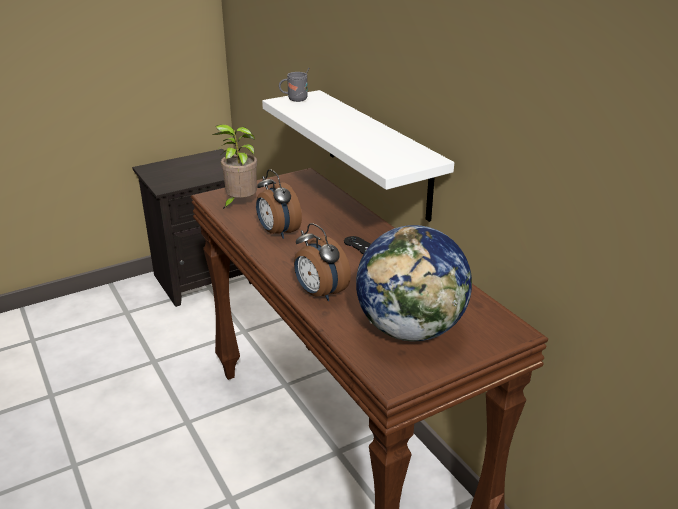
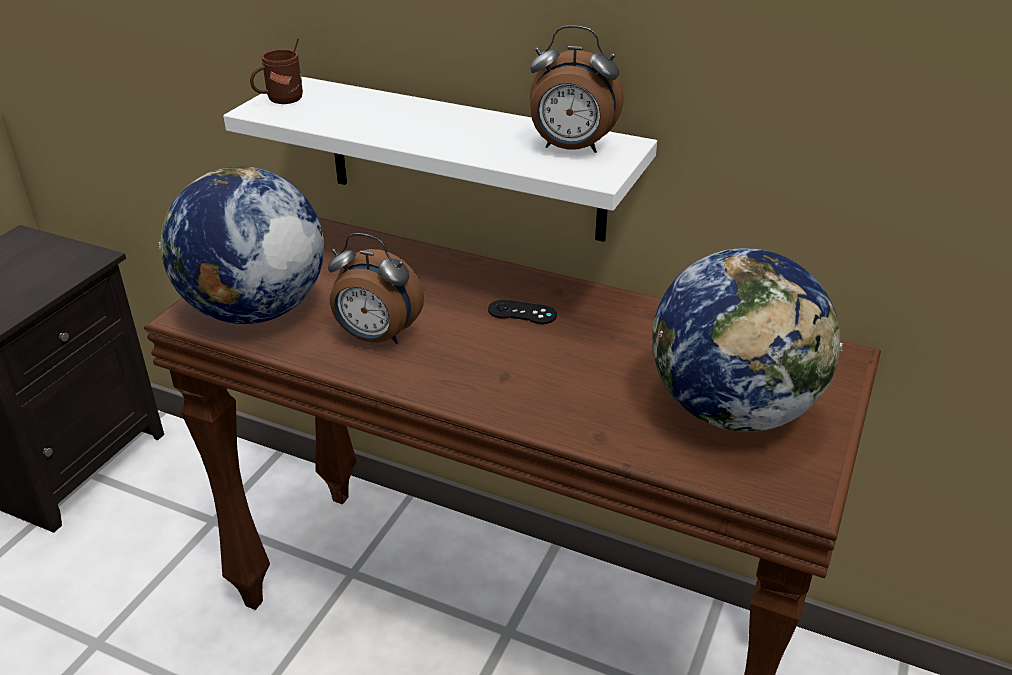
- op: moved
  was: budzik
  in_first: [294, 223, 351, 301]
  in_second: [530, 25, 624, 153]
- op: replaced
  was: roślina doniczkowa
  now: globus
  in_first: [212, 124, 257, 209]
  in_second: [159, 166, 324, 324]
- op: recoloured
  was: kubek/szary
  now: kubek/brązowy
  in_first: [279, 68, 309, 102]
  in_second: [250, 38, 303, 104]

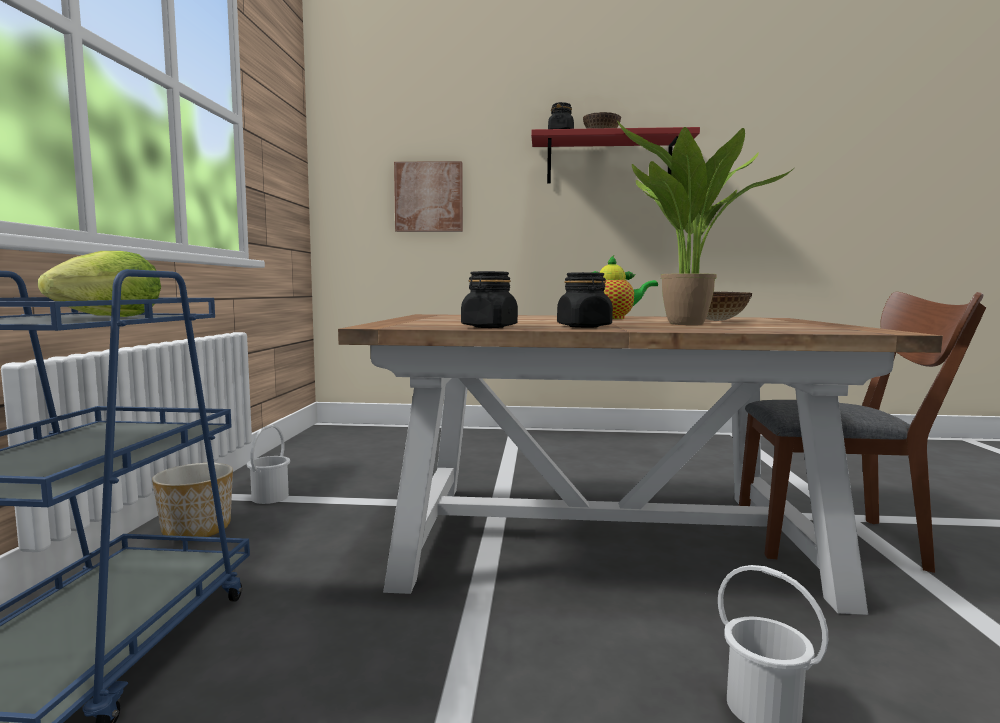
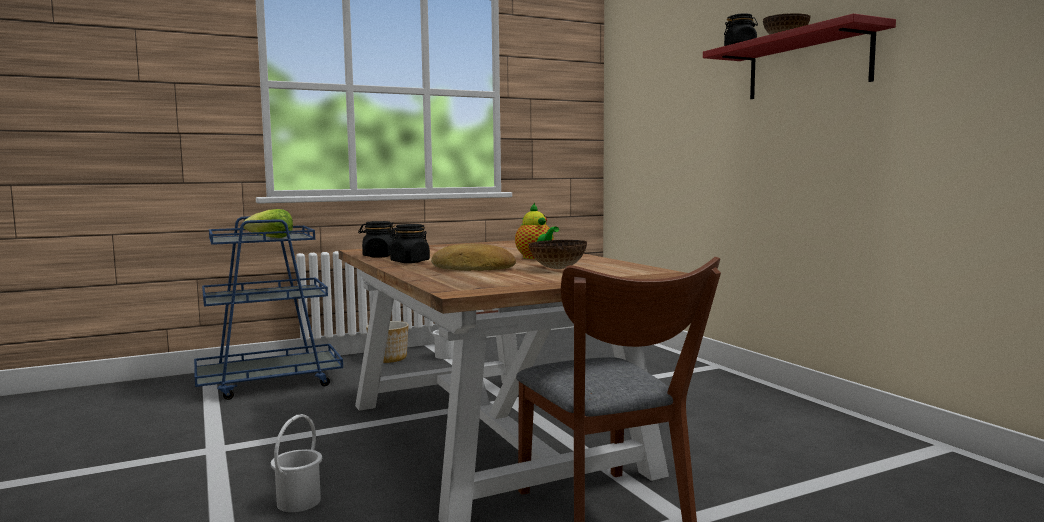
- op: removed
  was: obraz
  in_first: [394, 161, 463, 232]
- op: replaced
  was: roślina doniczkowa
  now: chleb
  in_first: [617, 121, 793, 325]
  in_second: [431, 244, 516, 271]

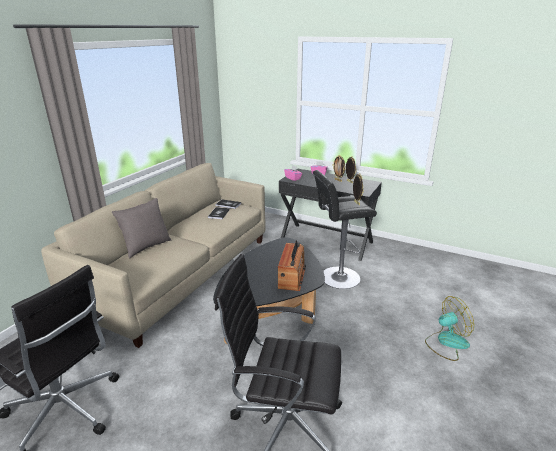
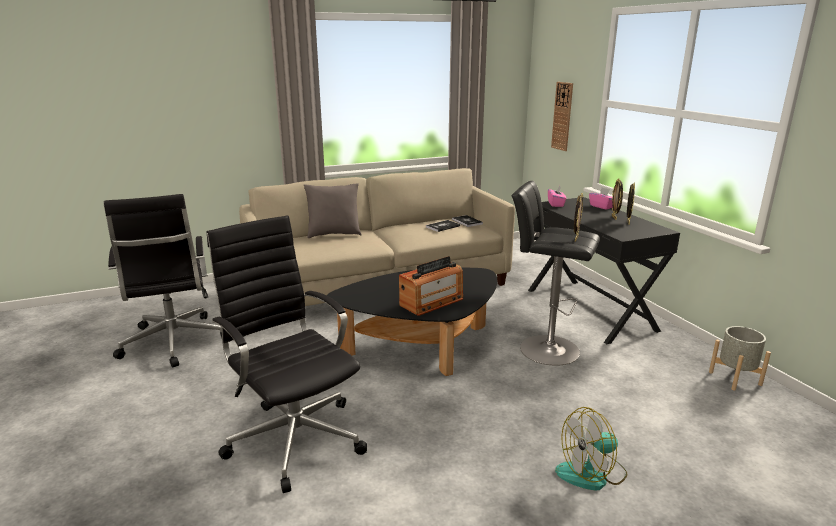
- op: added
  now: zegar ścienny
  in_second: [551, 82, 573, 151]
- op: added
  now: donica/szary
  in_second: [709, 326, 771, 390]
- op: turned
  was: wentylator
  in_first: [425, 296, 474, 361]
  in_second: [555, 407, 627, 490]
  clockwise: 135

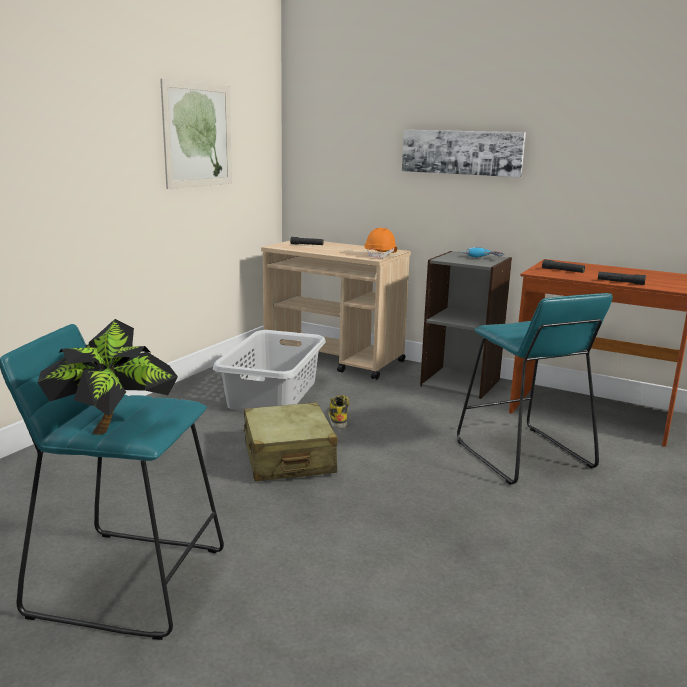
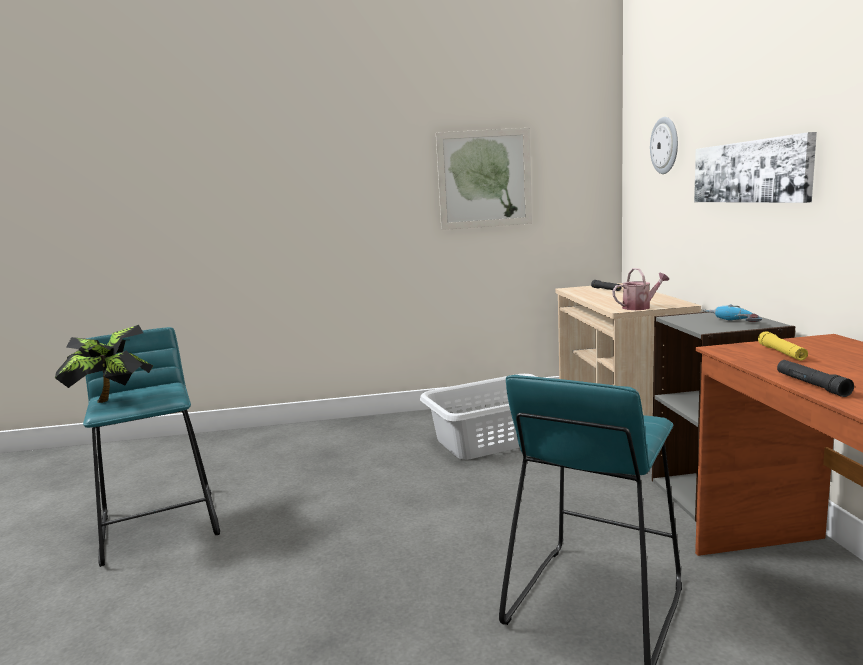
- op: removed
  was: walizka/beżowy
  in_first: [243, 402, 337, 481]
- op: removed
  was: but z cholewką
  in_first: [328, 395, 350, 428]
- op: added
  now: zegar ścienny
  in_second: [650, 117, 678, 174]
- op: replaced
  was: kask/pomarańczowy
  now: konewka
  in_first: [364, 228, 397, 259]
  in_second: [612, 268, 670, 310]
- op: recoloured
  was: latarka/czarny
  now: latarka/żółty
  in_first: [542, 259, 585, 273]
  in_second: [758, 331, 808, 361]

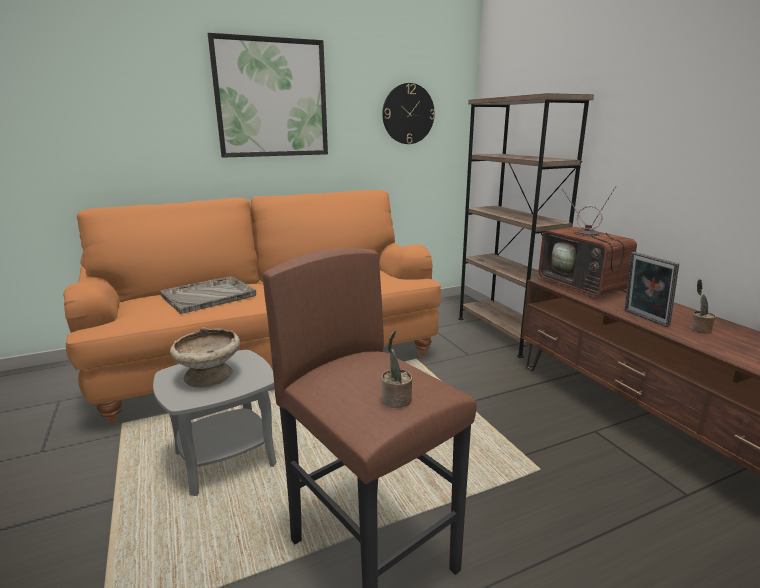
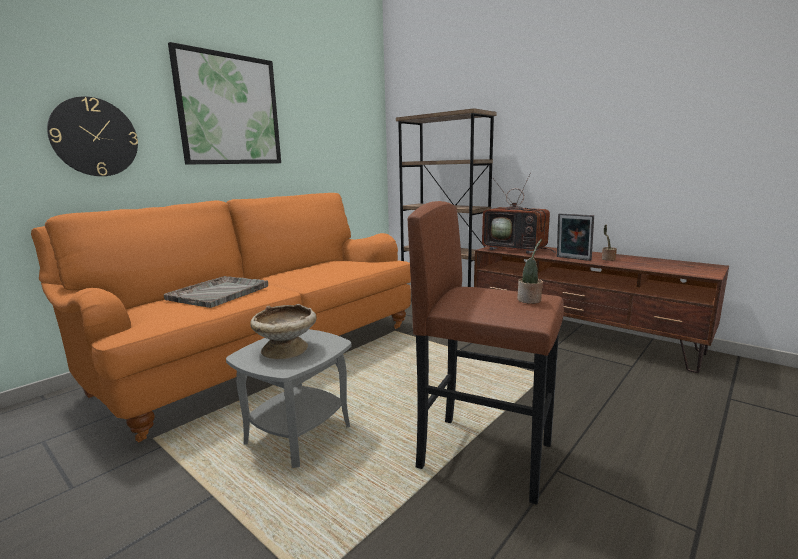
- op: moved
  was: zegar ścienny
  in_first: [382, 83, 435, 144]
  in_second: [47, 96, 138, 176]

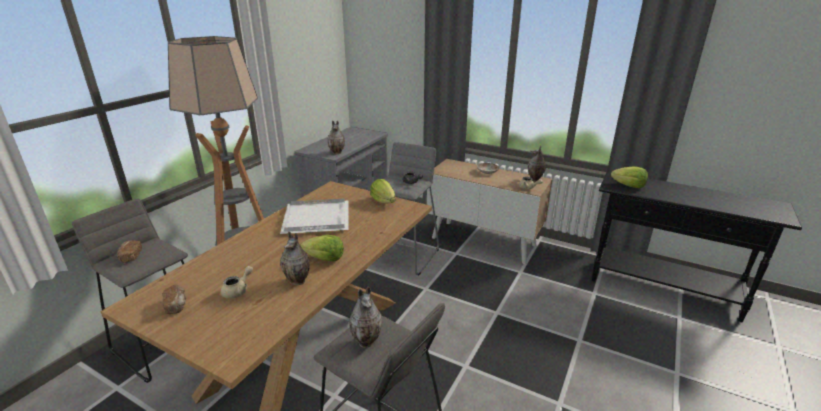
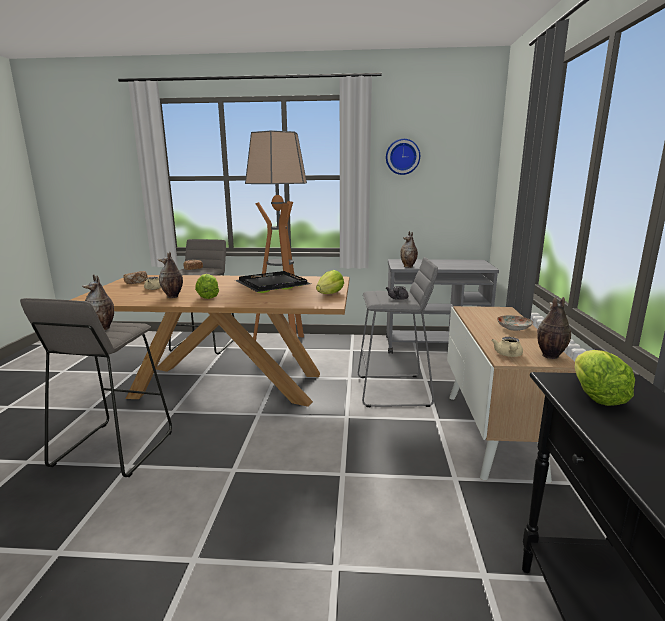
- op: added
  now: zegar ścienny
  in_second: [386, 139, 420, 175]
- op: recoloured
  was: taca/biały
  now: taca/czarny
  in_first: [280, 199, 349, 234]
  in_second: [235, 271, 311, 293]

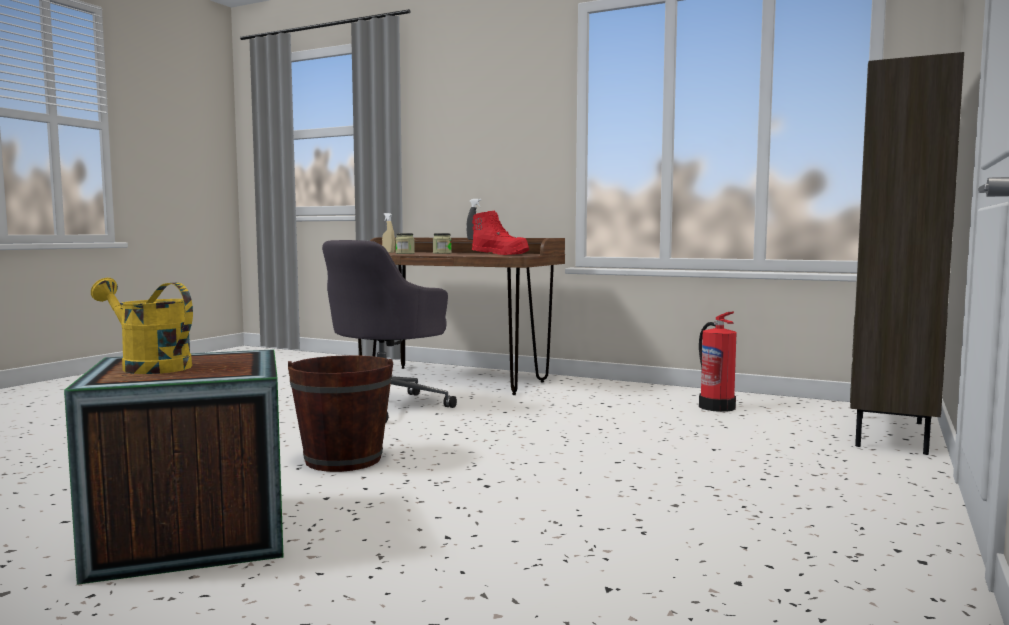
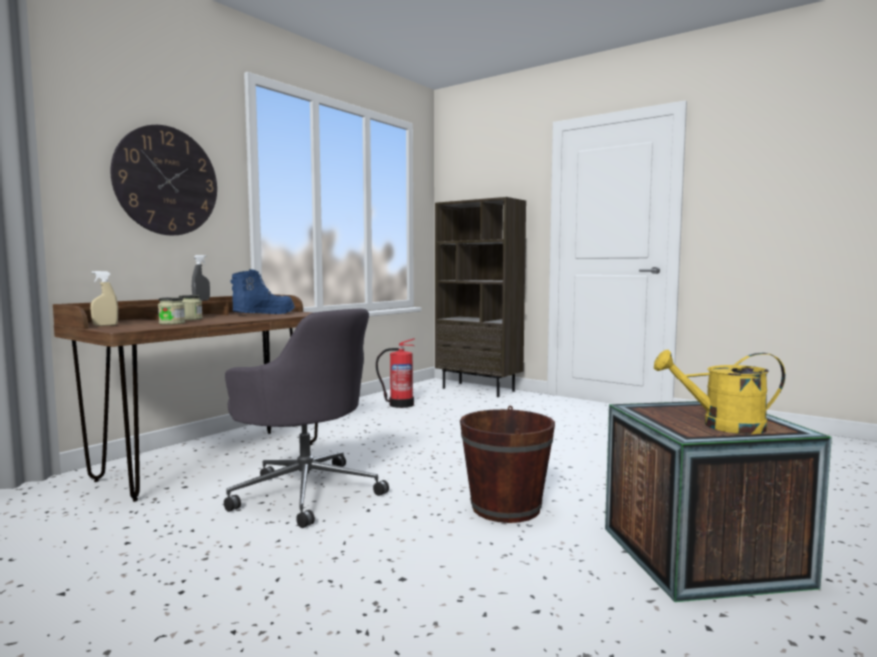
- op: added
  now: zegar ścienny
  in_second: [110, 125, 217, 235]
- op: recoloured
  was: but z cholewką/czerwony
  now: but z cholewką/niebieski
  in_first: [472, 211, 529, 255]
  in_second: [230, 269, 295, 314]
- op: turned
  was: konewka/żółty
  in_first: [91, 278, 193, 374]
  in_second: [654, 350, 785, 434]
  clockwise: 60

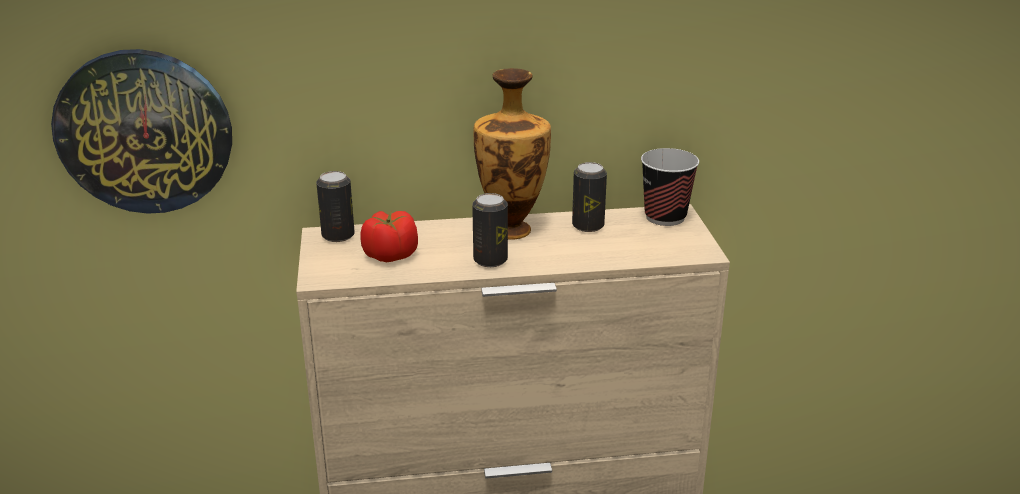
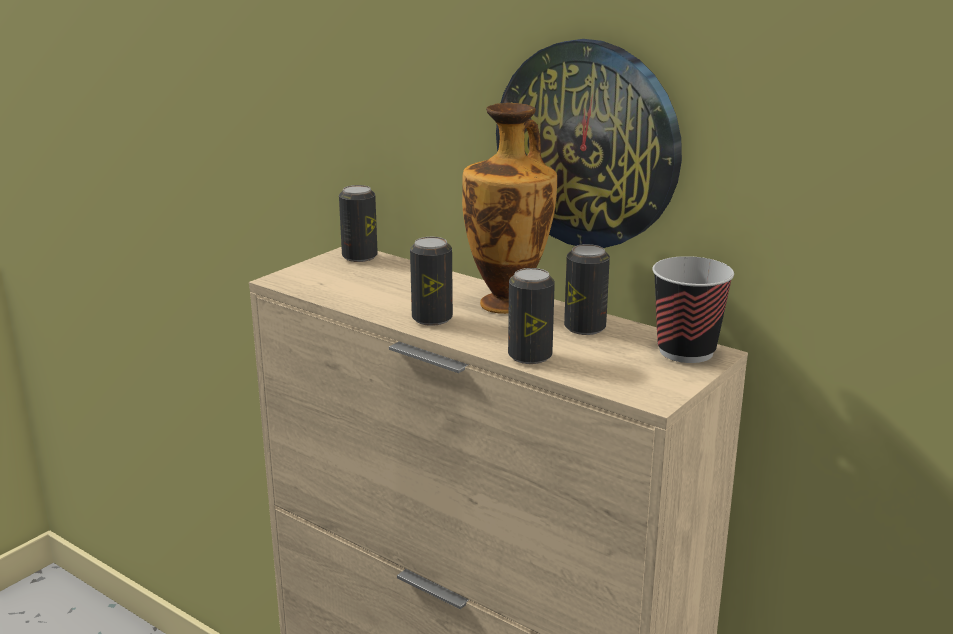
- op: removed
  was: pomidor
  in_first: [360, 211, 418, 262]
- op: added
  now: puszka
  in_second: [508, 268, 555, 364]
- op: moved
  was: zegar ścienny
  in_first: [51, 49, 232, 214]
  in_second: [496, 39, 682, 248]

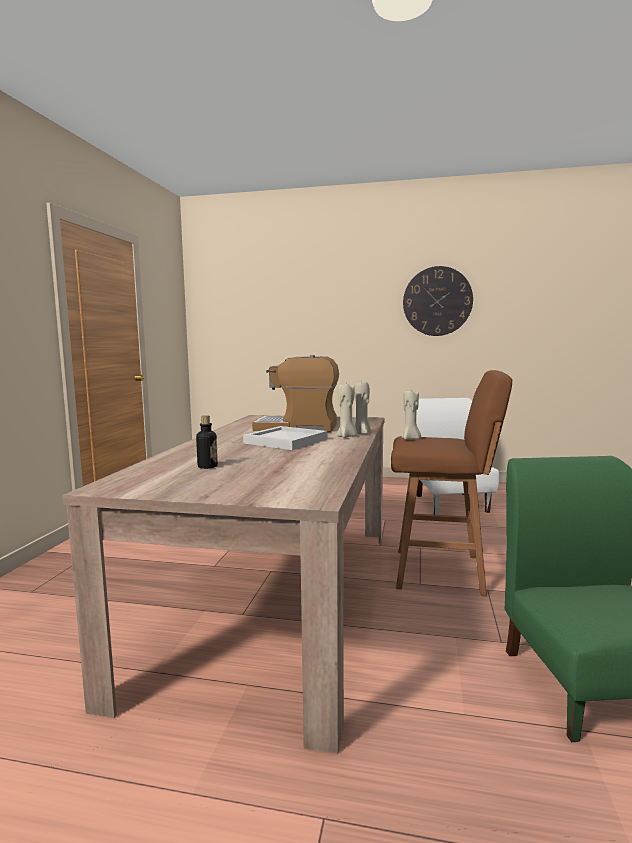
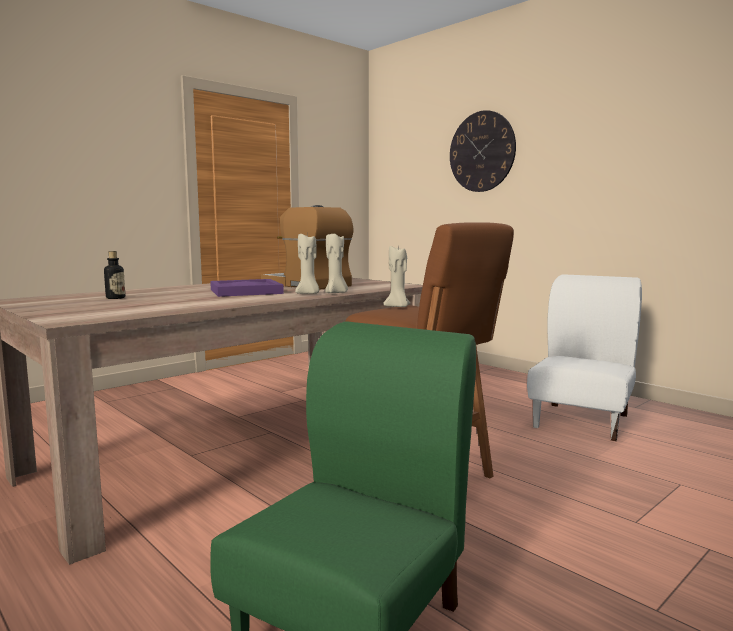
- op: moved
  was: zegar ścienny
  in_first: [403, 266, 473, 336]
  in_second: [450, 110, 516, 192]
- op: recoloured
  was: taca/biały
  now: taca/fioletowy
  in_first: [243, 426, 327, 450]
  in_second: [210, 279, 284, 297]

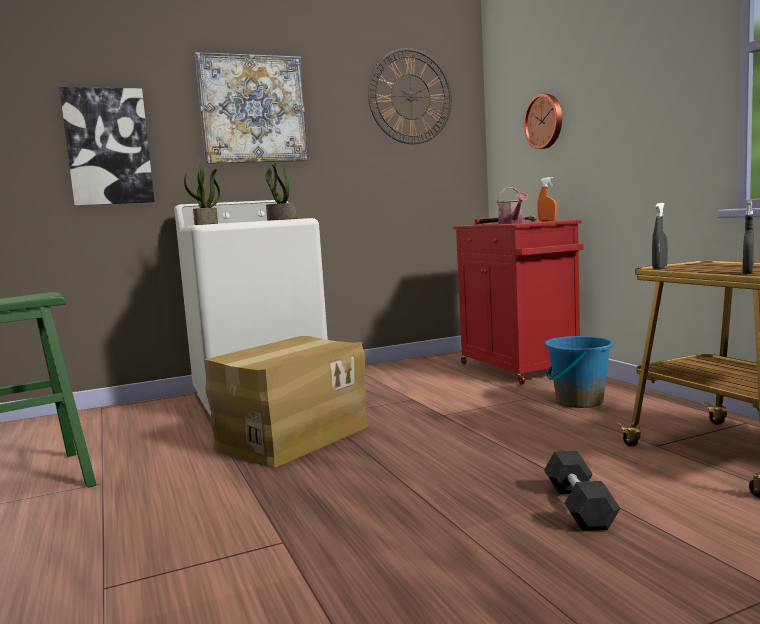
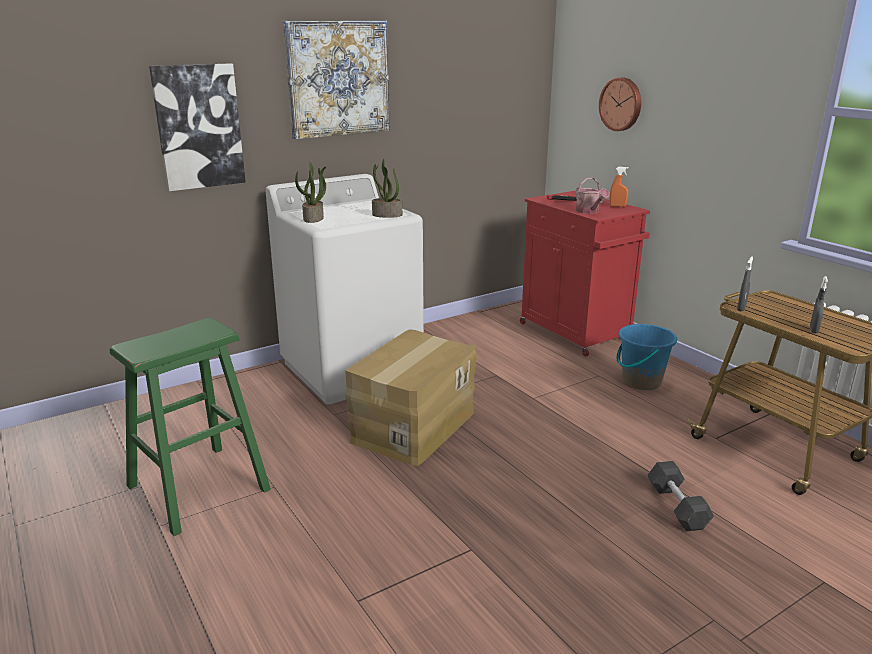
- op: removed
  was: zegar ścienny
  in_first: [368, 48, 452, 144]

